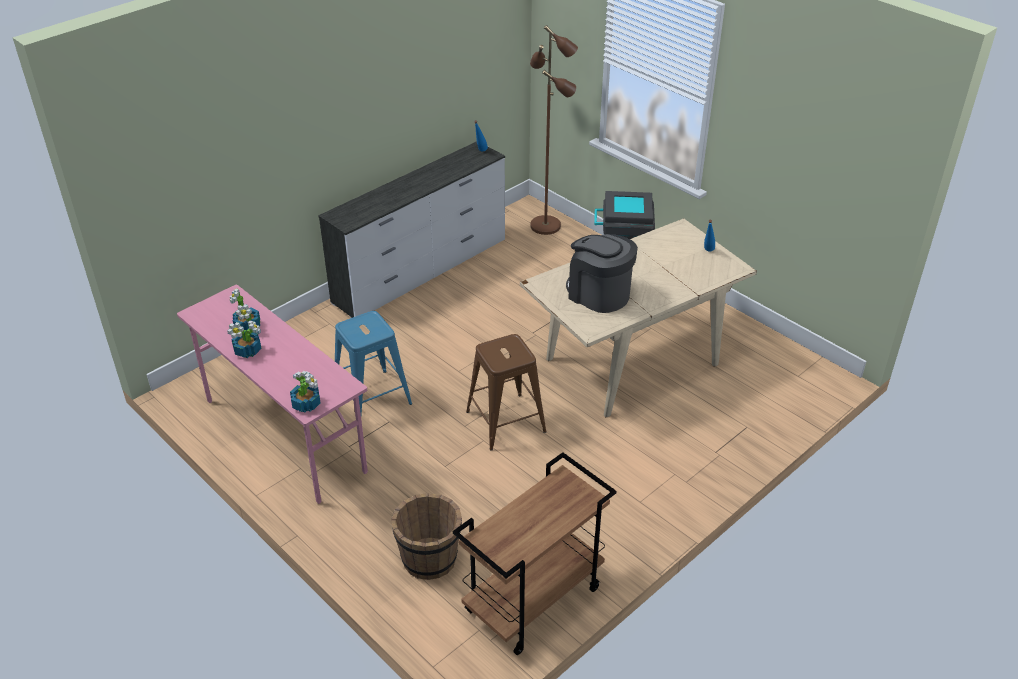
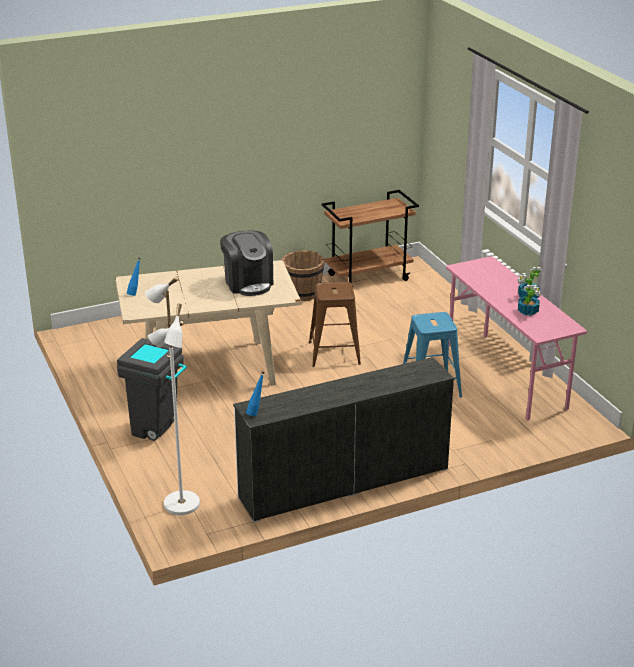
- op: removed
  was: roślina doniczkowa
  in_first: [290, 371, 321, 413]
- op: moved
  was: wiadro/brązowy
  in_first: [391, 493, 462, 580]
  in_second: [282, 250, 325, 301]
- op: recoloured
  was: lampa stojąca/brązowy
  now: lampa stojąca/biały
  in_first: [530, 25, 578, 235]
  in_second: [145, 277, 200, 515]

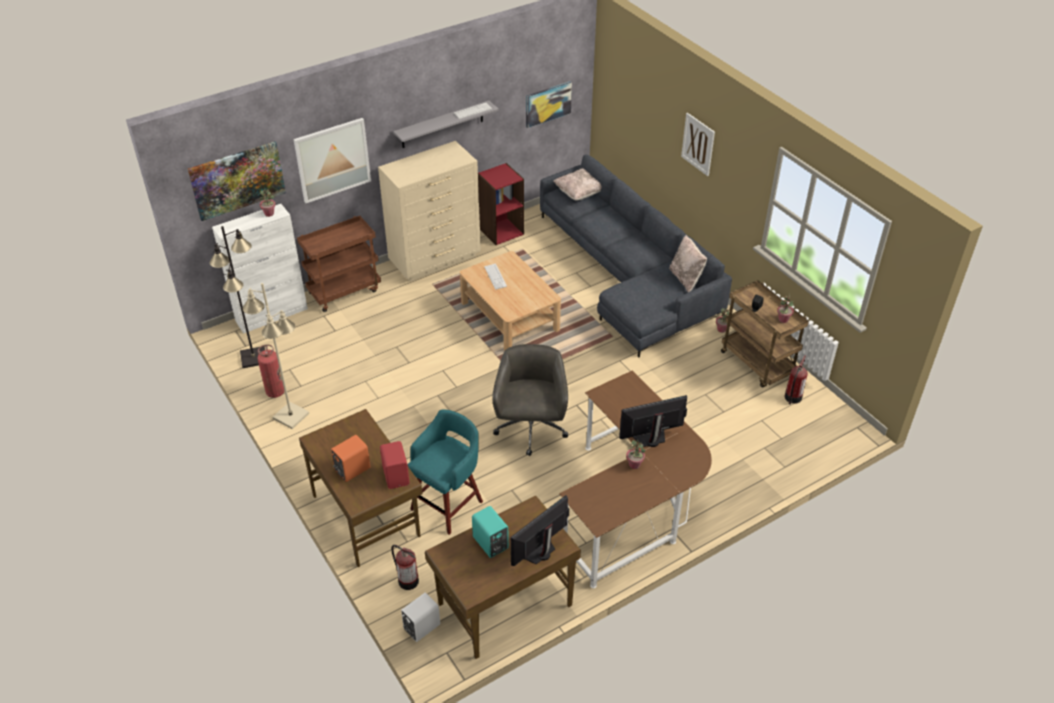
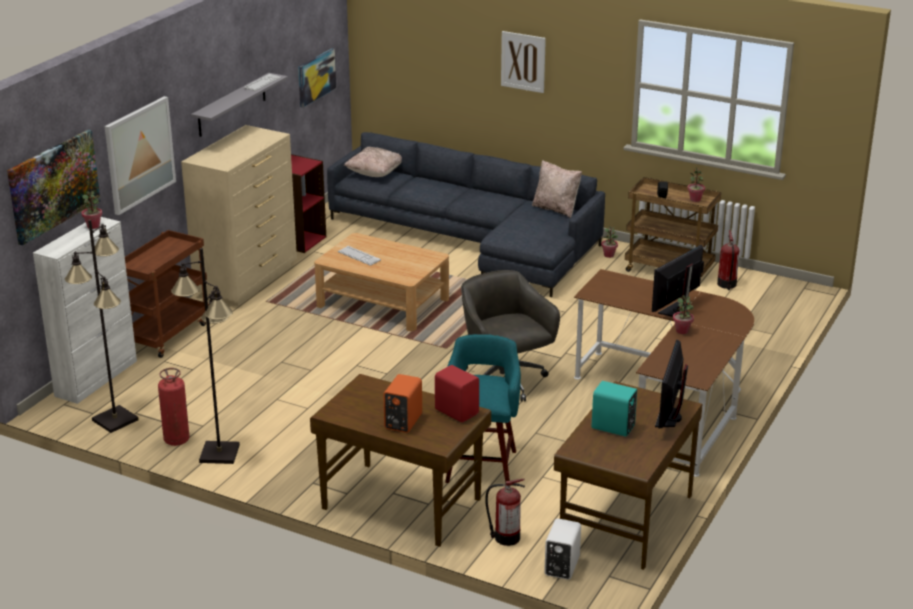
- op: recoloured
  was: lampa stojąca/beżowy
  now: lampa stojąca/czarny
  in_first: [243, 283, 309, 429]
  in_second: [171, 248, 240, 464]

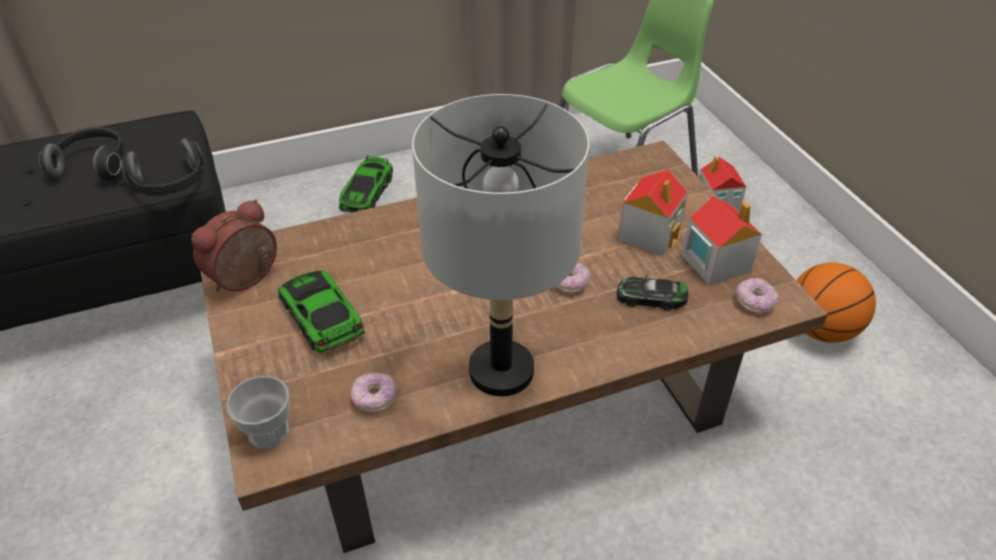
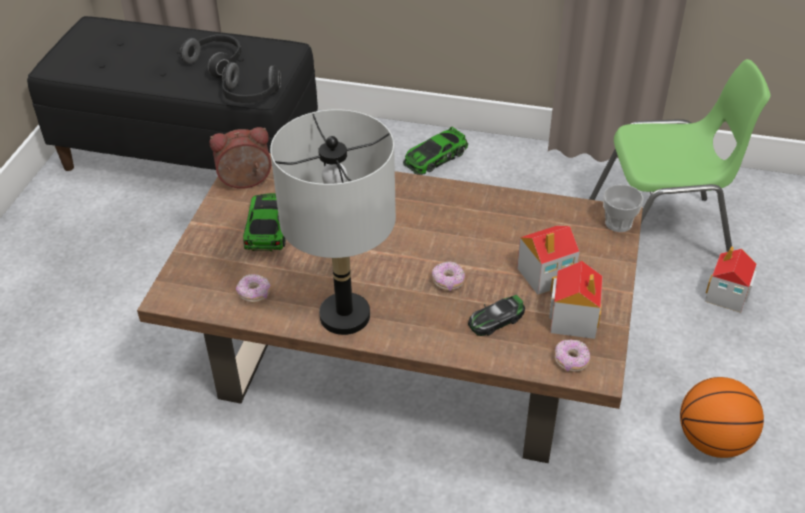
- op: moved
  was: filiżanka
  in_first: [226, 376, 290, 448]
  in_second: [603, 184, 644, 232]
- op: turned
  was: samochodzik
  in_first: [616, 275, 689, 311]
  in_second: [468, 295, 525, 336]
  clockwise: -75

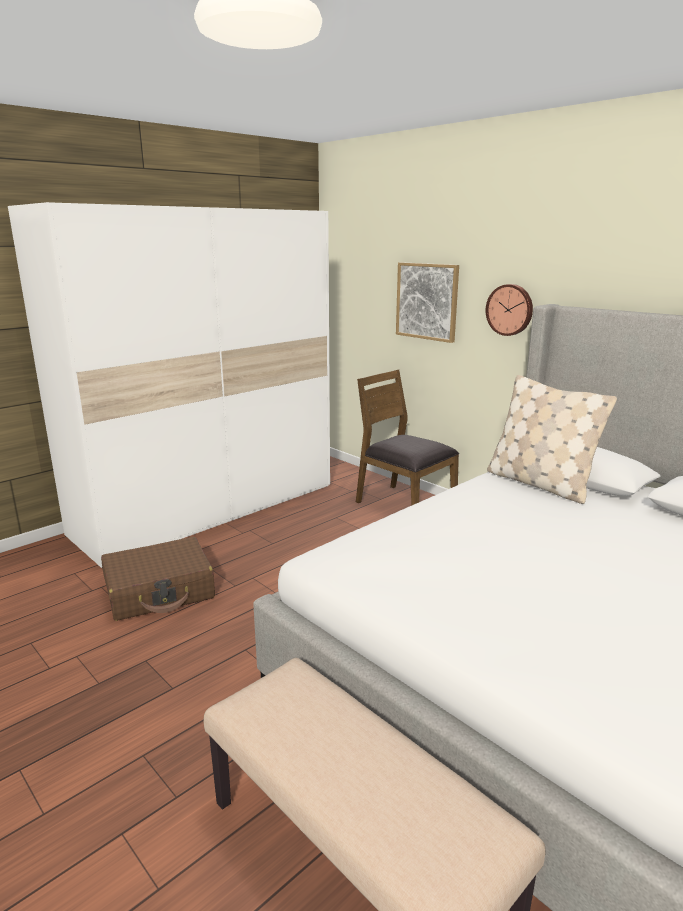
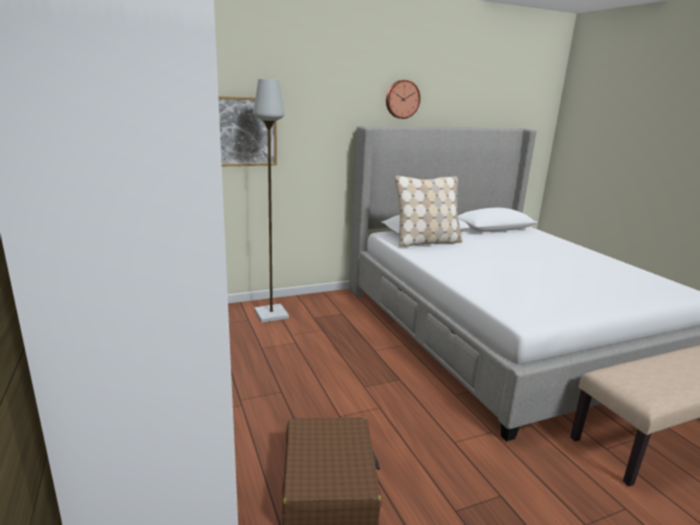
- op: moved
  was: zegar ścienny
  in_first: [486, 284, 533, 336]
  in_second: [386, 80, 421, 119]
- op: replaced
  was: krzesło/brązowy
  now: lampa stojąca/szary
  in_first: [356, 370, 459, 506]
  in_second: [253, 79, 289, 323]

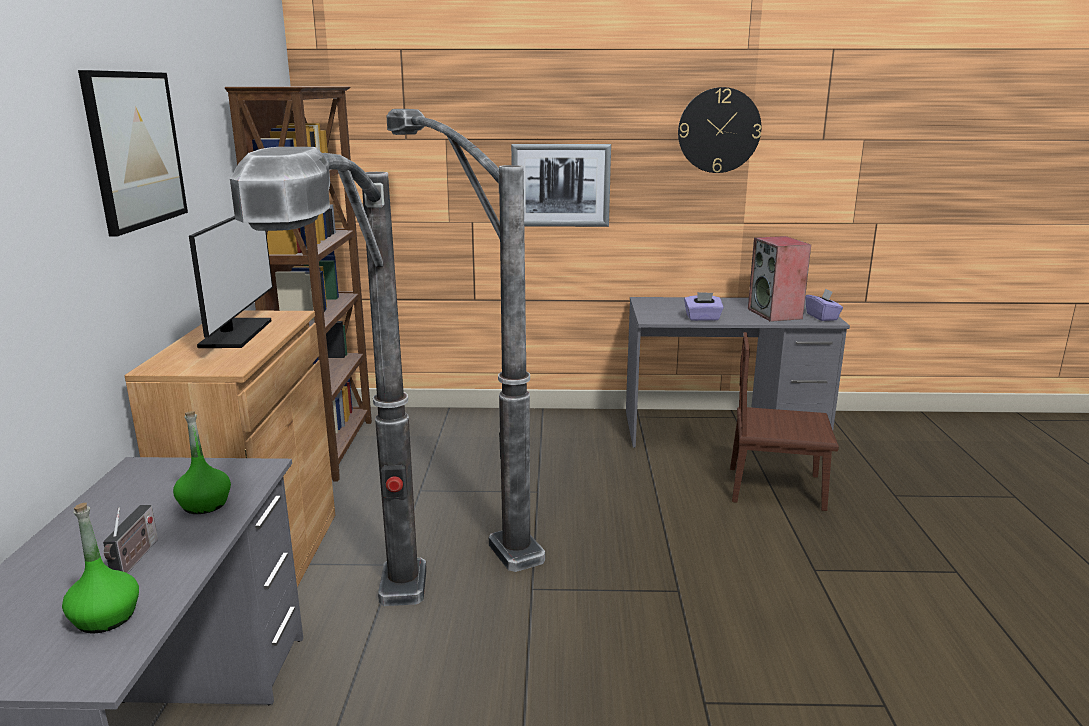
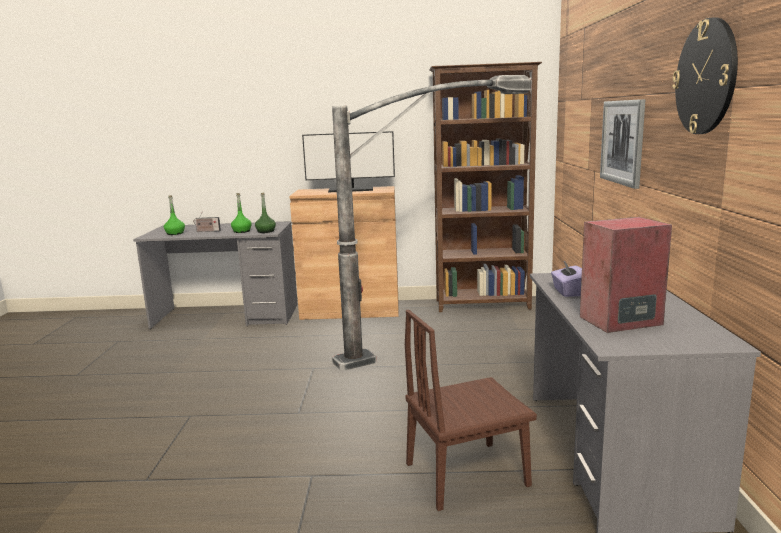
- op: removed
  was: obraz
  in_first: [78, 70, 188, 237]
- op: removed
  was: lampa stojąca
  in_first: [230, 147, 427, 606]
- op: removed
  was: pudełko chusteczek/fioletowy
  in_first: [805, 289, 843, 321]
- op: added
  now: butelka/zielony
  in_second: [255, 193, 276, 233]
- op: turned
  was: krzesło/brązowy
  in_first: [730, 332, 839, 511]
  in_second: [405, 309, 537, 511]
  clockwise: -120

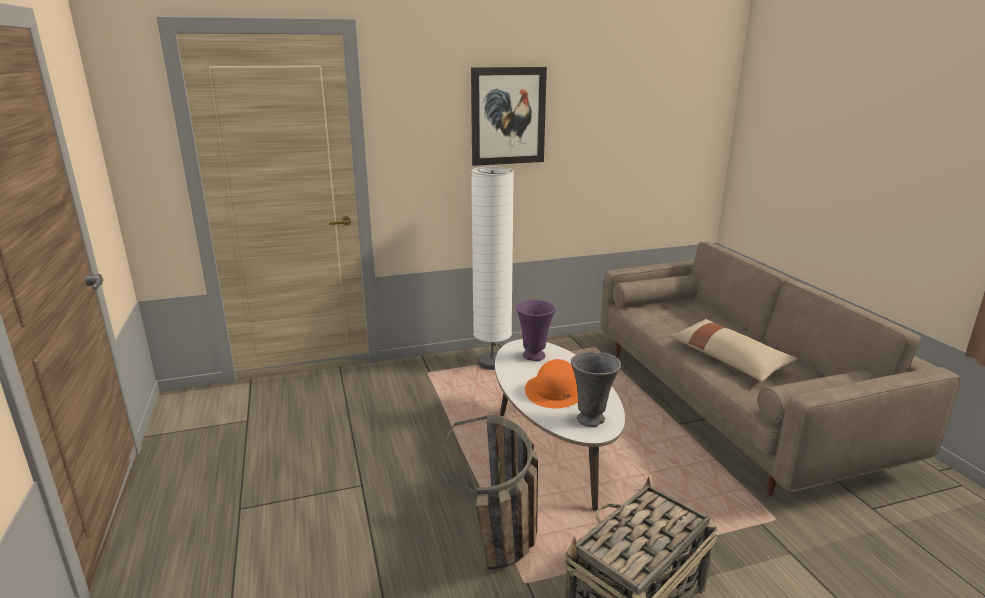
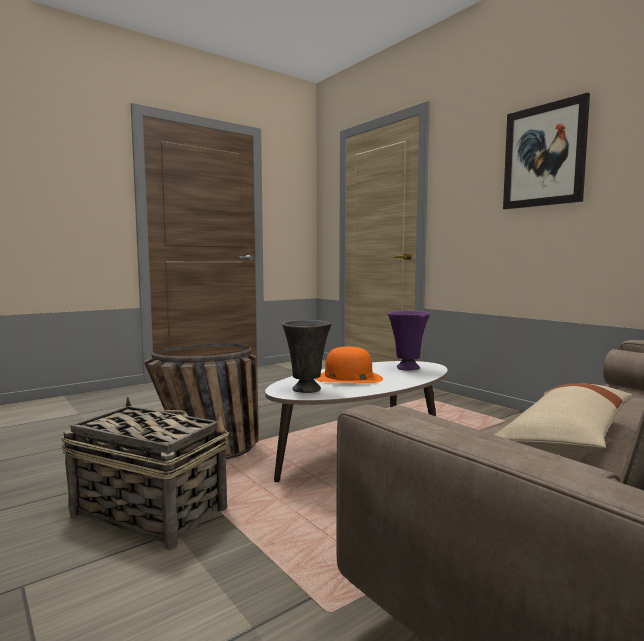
- op: removed
  was: lampa stojąca/biały
  in_first: [471, 167, 514, 370]

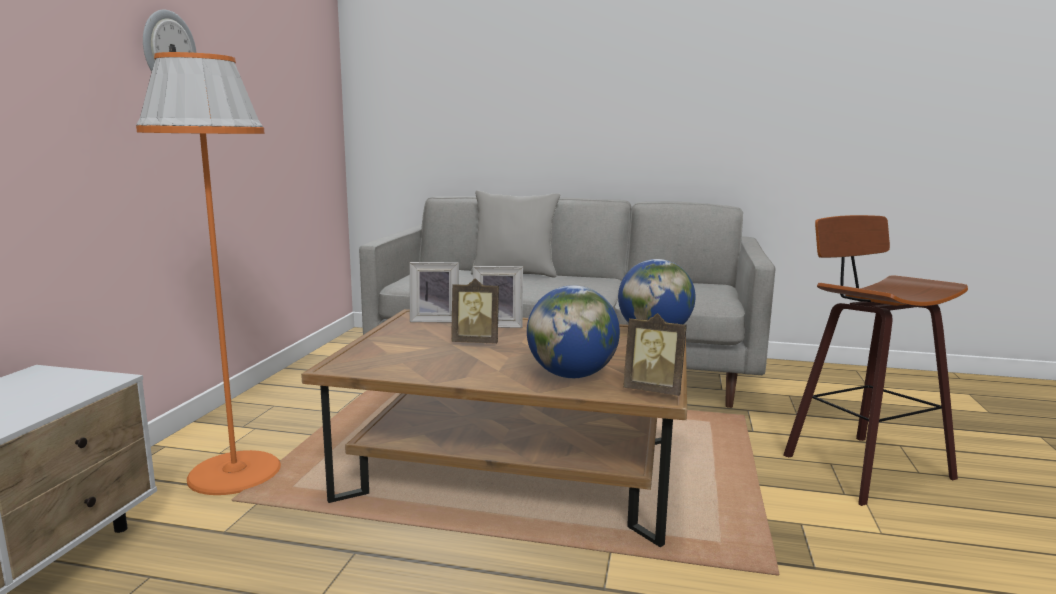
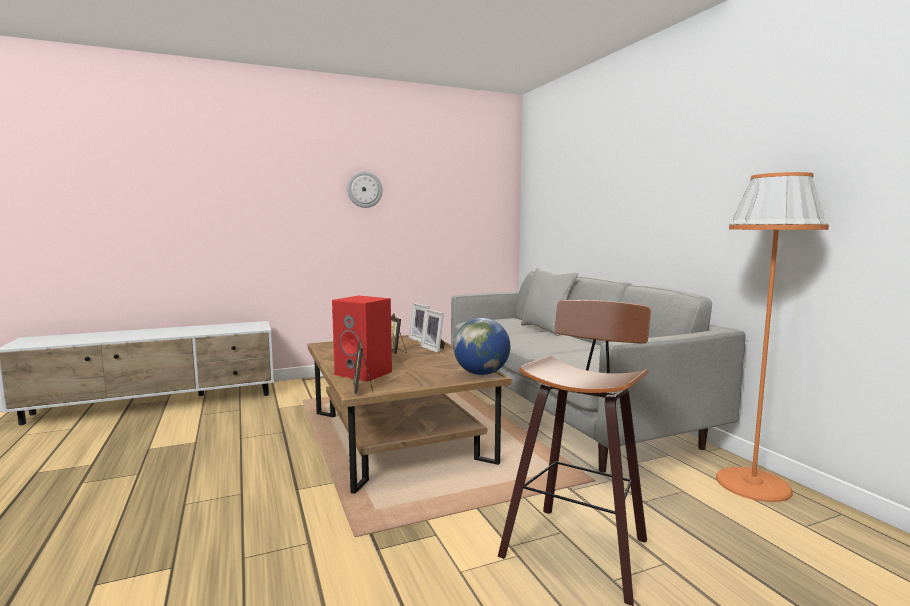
- op: moved
  was: lampa stojąca/pomarańczowy
  in_first: [136, 52, 281, 495]
  in_second: [716, 172, 829, 502]
- op: replaced
  was: globus
  now: głośnik/czerwony
  in_first: [527, 285, 620, 378]
  in_second: [332, 296, 392, 382]

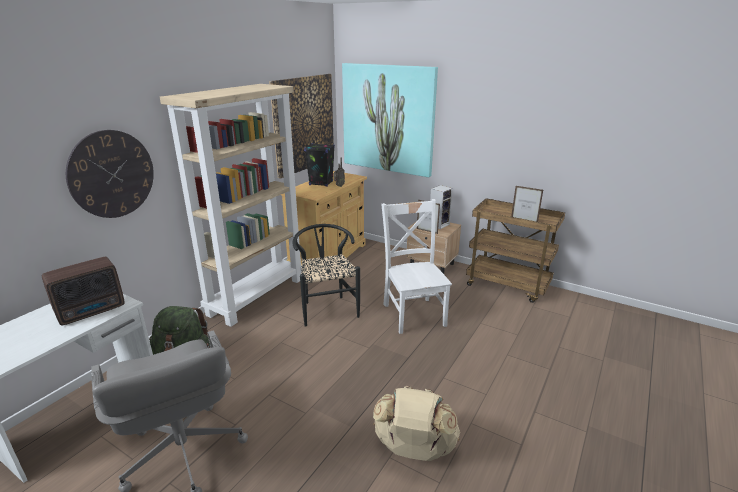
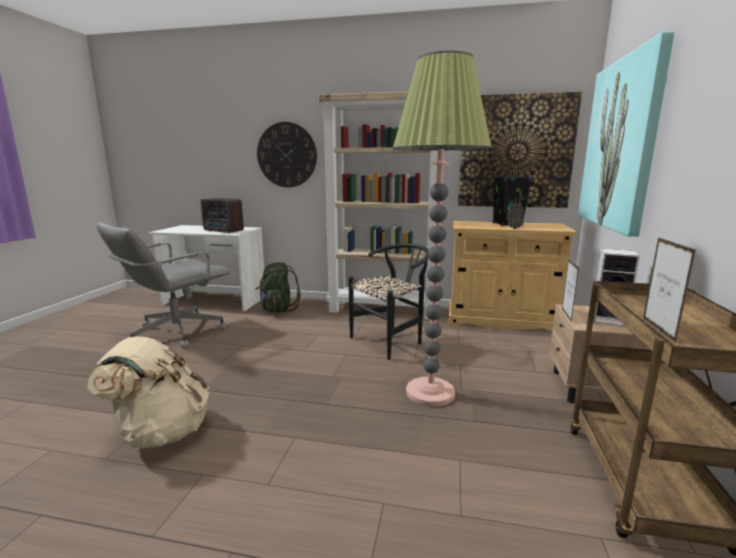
- op: replaced
  was: krzesło/biały
  now: lampa stojąca
  in_first: [381, 199, 452, 334]
  in_second: [393, 51, 492, 406]

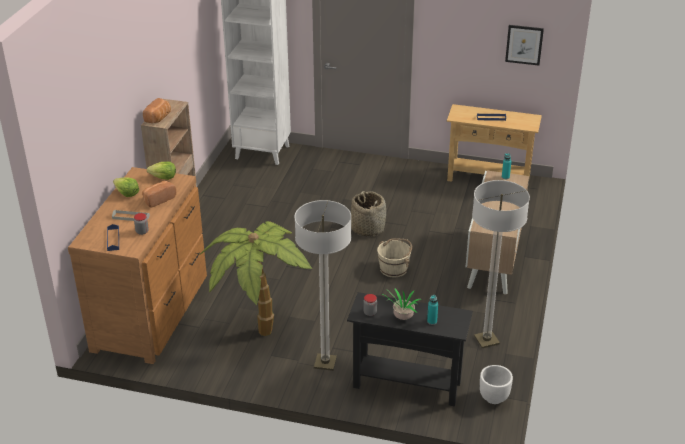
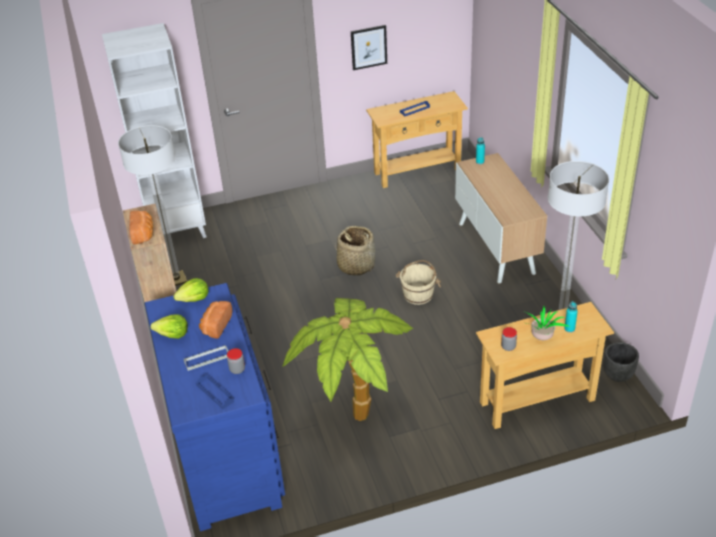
- op: moved
  was: lampa stojąca
  in_first: [294, 200, 351, 371]
  in_second: [118, 125, 187, 286]
- op: moved
  was: obraz
  in_first: [505, 25, 544, 66]
  in_second: [351, 25, 387, 70]
- op: recoloured
  was: komoda/brązowy
  now: komoda/niebieski
  in_first: [68, 167, 207, 364]
  in_second: [145, 283, 285, 531]
- op: recoloured
  was: stolik konsolowy/czarny
  now: stolik konsolowy/beżowy
  in_first: [347, 292, 473, 406]
  in_second: [476, 302, 614, 429]
- op: recoloured
  was: donica/biały
  now: donica/czarny
  in_first: [480, 365, 513, 404]
  in_second: [604, 342, 639, 382]

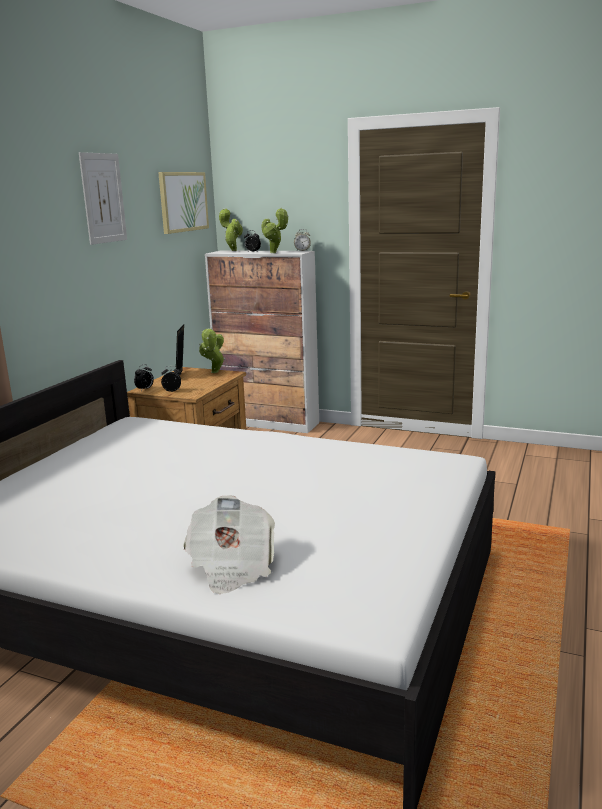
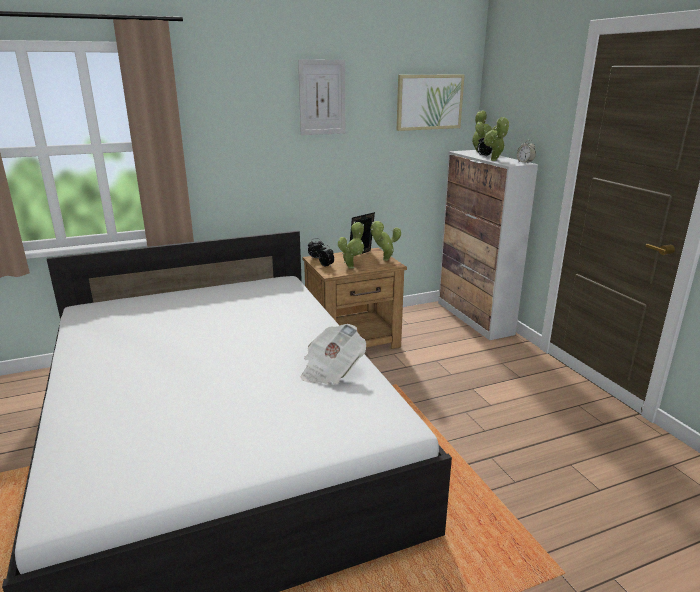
- op: added
  now: roślina doniczkowa
  in_second: [338, 222, 364, 269]
- op: moved
  was: gazeta
  in_first: [183, 495, 275, 594]
  in_second: [301, 324, 366, 384]

